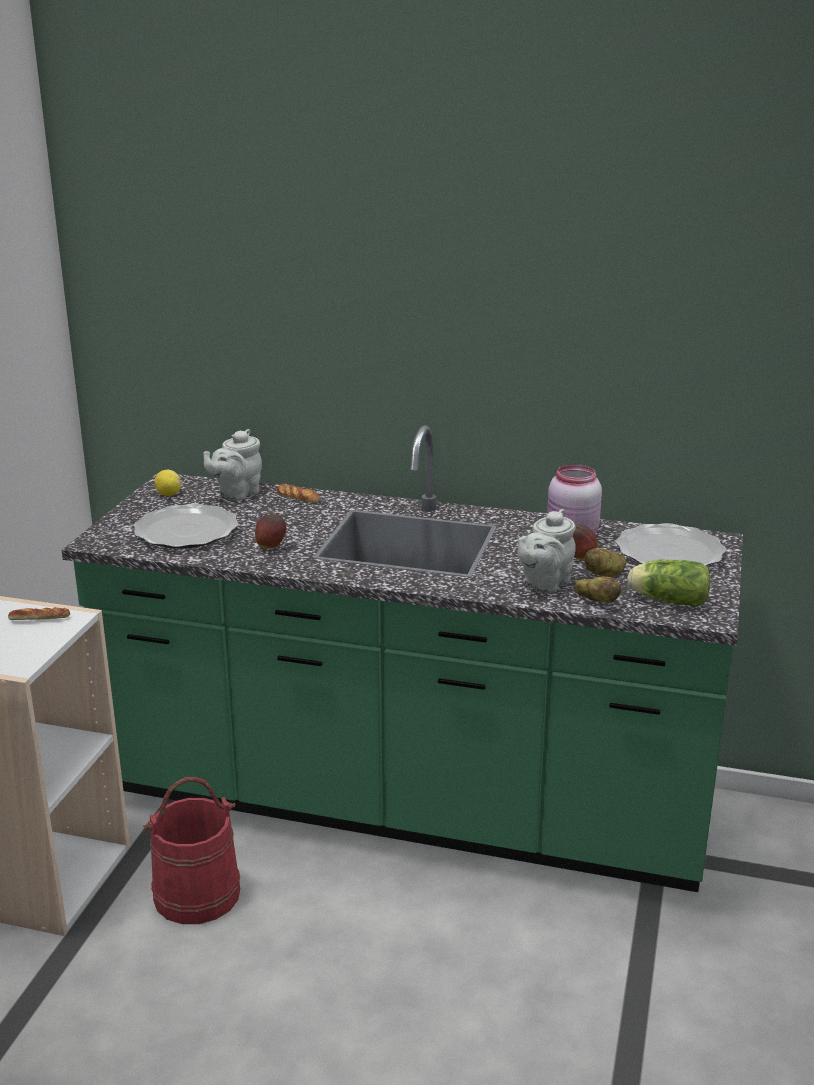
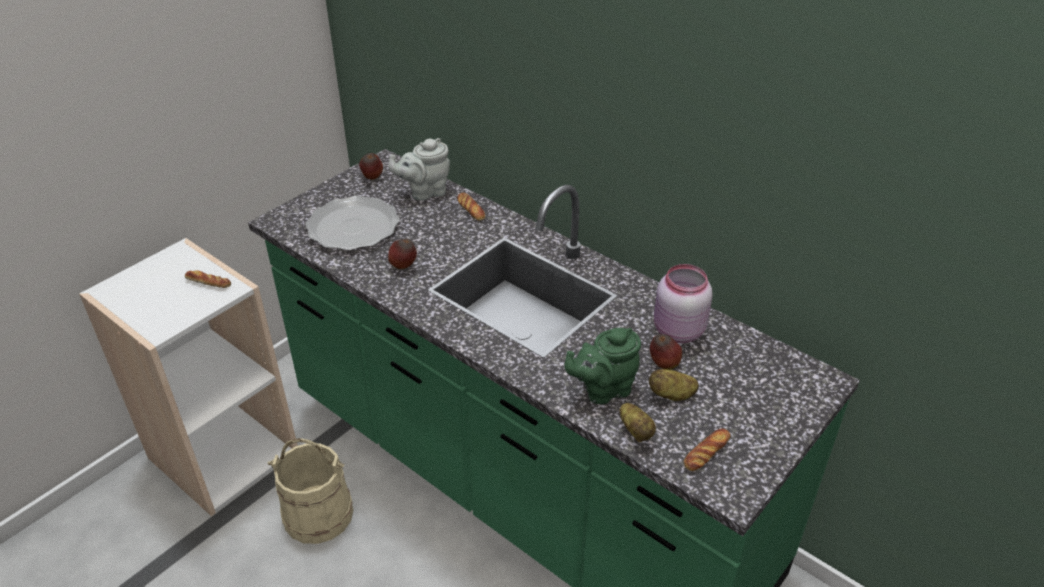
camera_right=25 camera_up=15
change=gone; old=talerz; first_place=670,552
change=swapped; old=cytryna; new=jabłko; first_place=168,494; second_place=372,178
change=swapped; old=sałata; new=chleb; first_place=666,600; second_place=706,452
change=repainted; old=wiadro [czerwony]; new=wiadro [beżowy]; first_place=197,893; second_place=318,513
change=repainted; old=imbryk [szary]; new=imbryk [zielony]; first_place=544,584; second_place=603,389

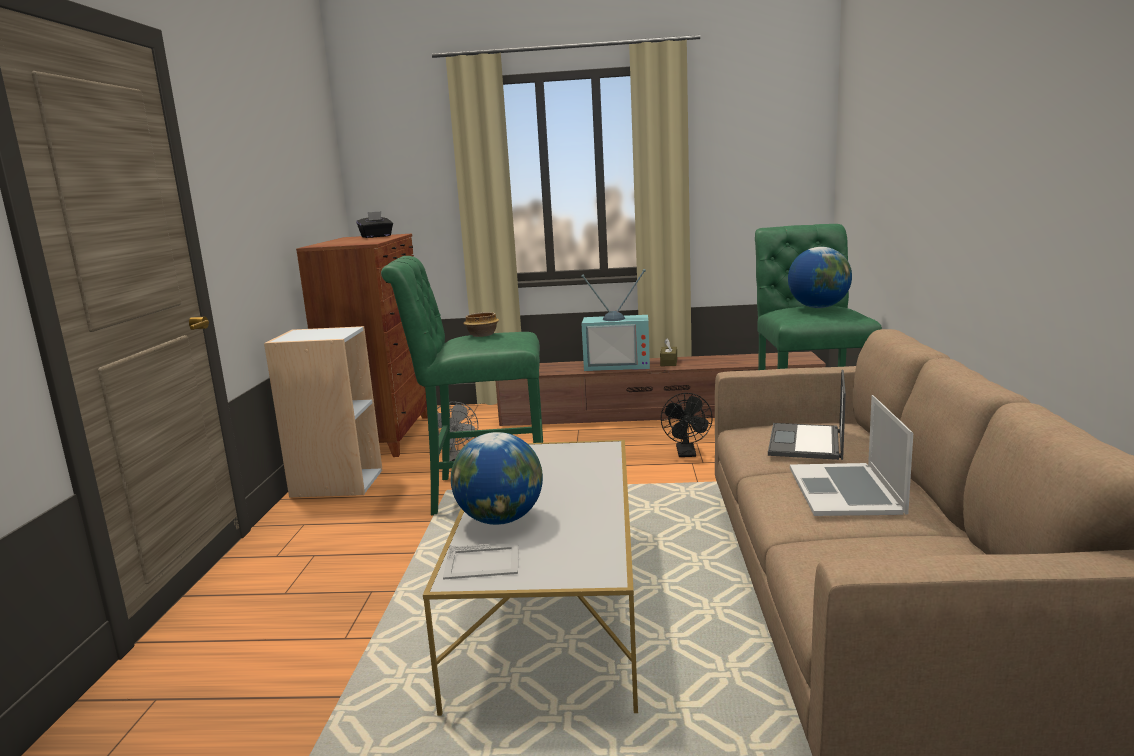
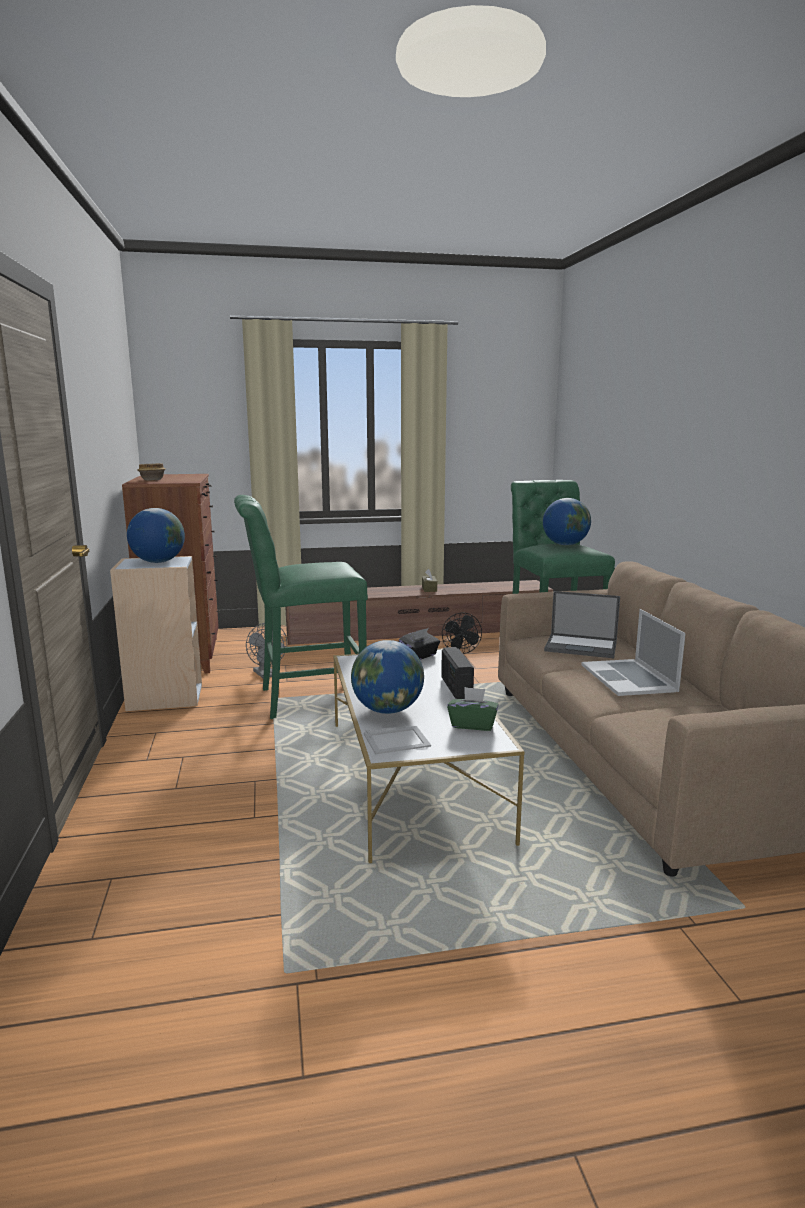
camera_right=-15 camera_up=0
change=gone; old=telewizor; first_place=618,365
change=new; new=globus; second_place=158,562
change=new; new=radio; second_place=456,688
change=new; new=pudełko chusteczek [zielony]; second_place=472,724
change=shifted; old=pudełko chusteczek [czarny]; first_place=376,236; second_place=419,656
change=shifted; old=miska; first_place=482,335; second_place=152,480
change=rotated; old=laptop; first_place=806,442; second_place=582,646; degrees=-75

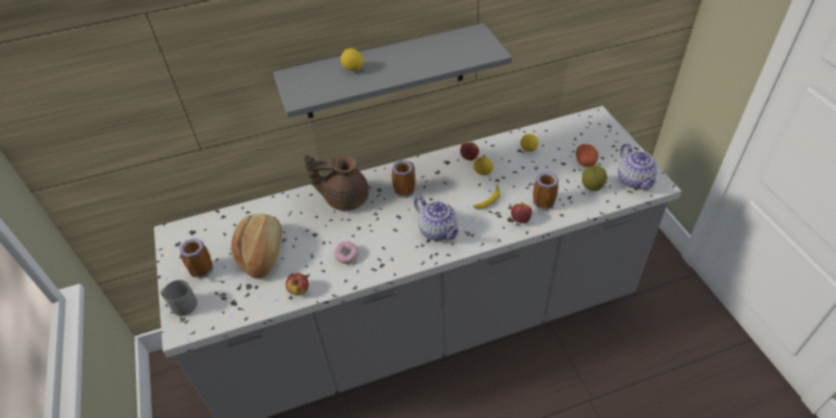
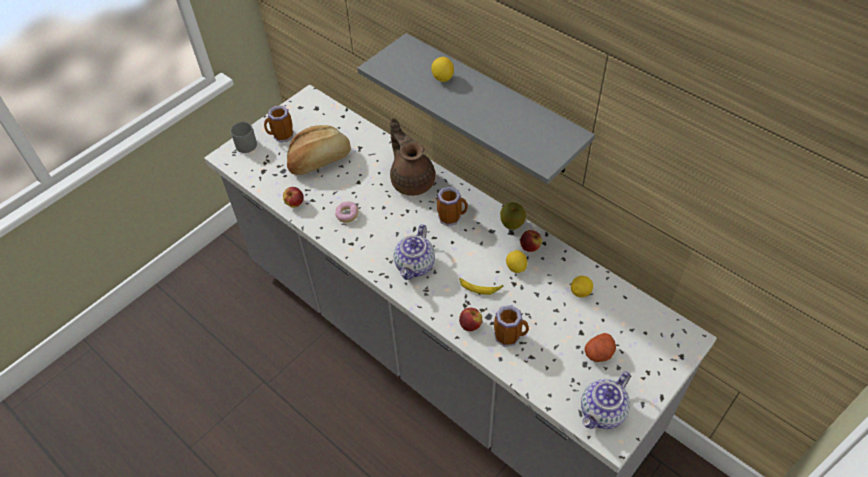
camera_right=60 camera_up=5
change=shifted; old=jabłko; first_place=592,186; second_place=512,224

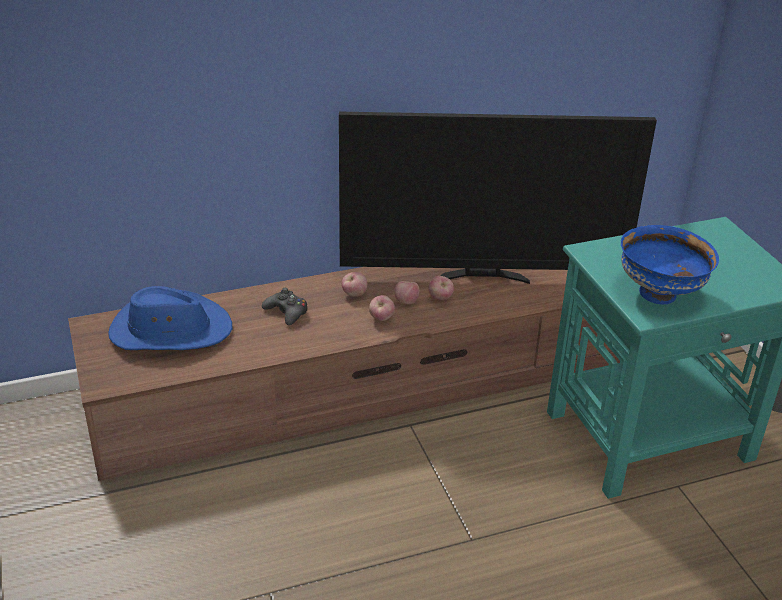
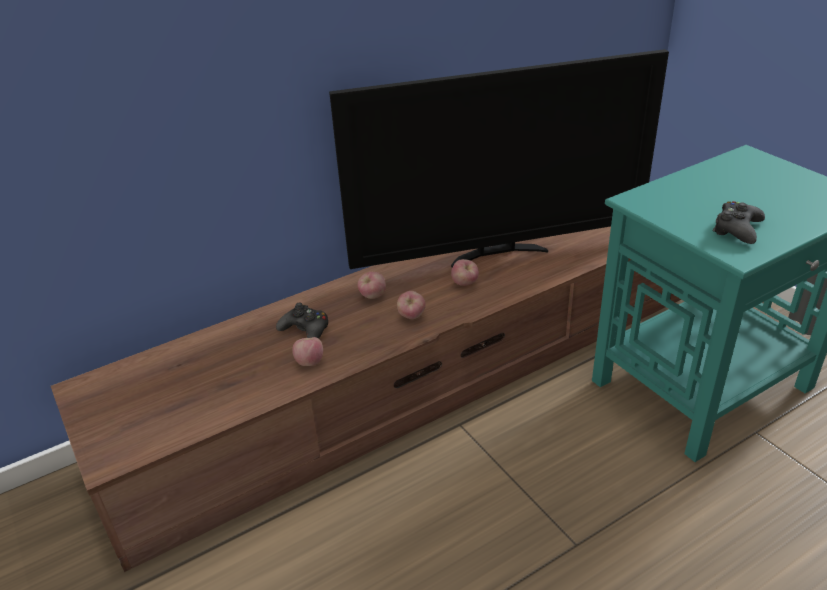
camera_right=-10 camera_up=0
change=gone; old=kapelusz [niebieski]; first_place=170,330
change=shifted; old=jabłko; first_place=406,302; second_place=309,362
change=swapped; old=miska [niebieski]; new=pad do gier [czarny]; first_place=659,293; second_place=737,229

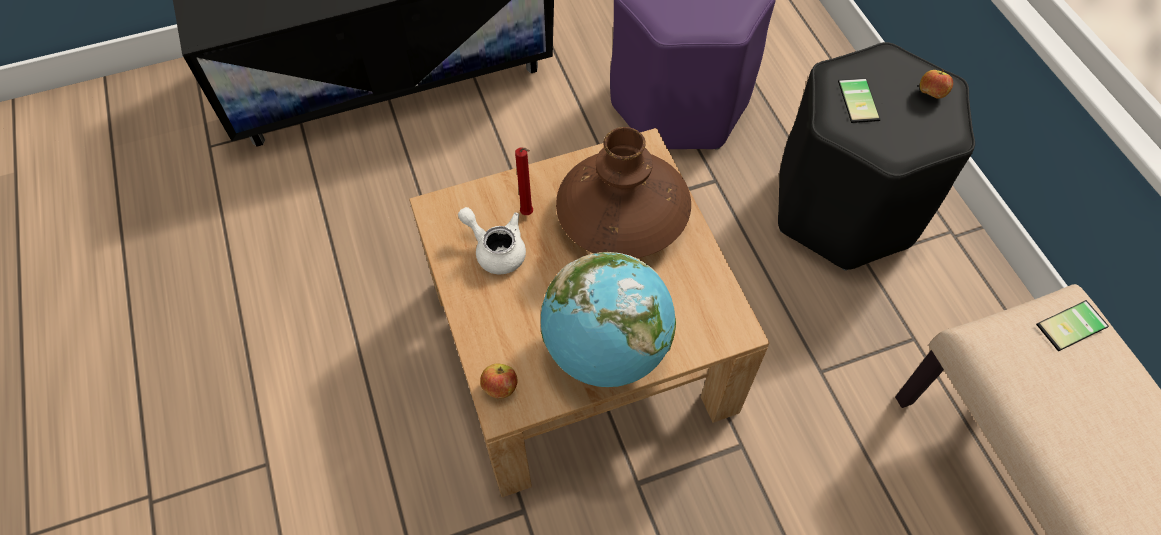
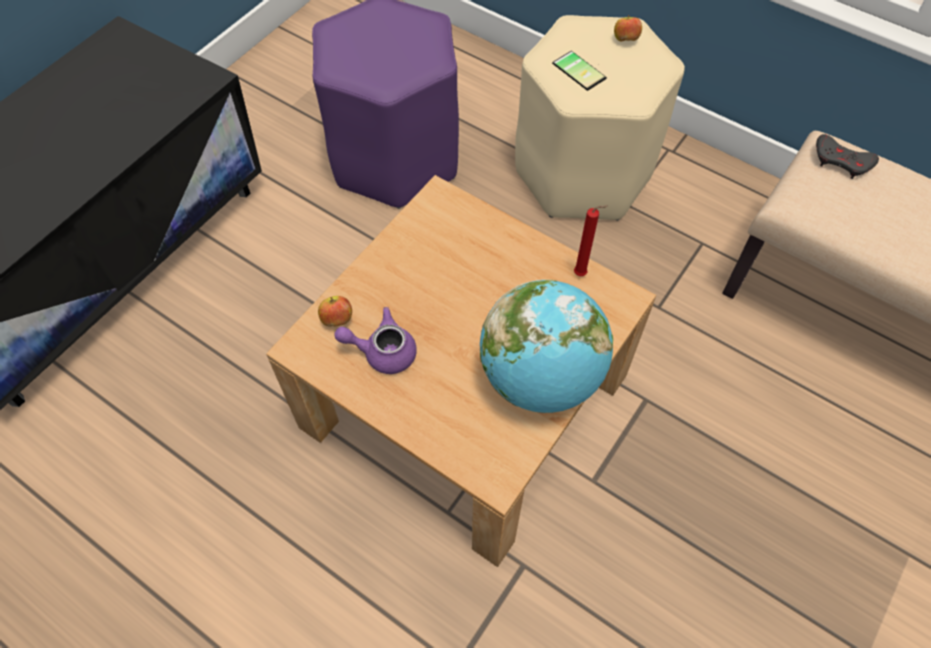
camera_right=-35 camera_up=0
change=gone; old=wazon [brązowy]; first_place=622,216
change=shifted; old=jabłko; first_place=500,387; second_place=337,319
change=shifted; old=świeca [czerwony]; first_place=528,214; second_place=582,274
change=swapped; old=telefon; new=pad do gier [szary]; first_place=1074,328; second_place=841,161
change=repainted; old=imbryk [biały]; new=imbryk [fioletowy]; first_place=496,249; second_place=382,351
change=repainted; old=stołek [czarny]; new=stołek [beżowy]; first_place=844,208; second_place=583,173

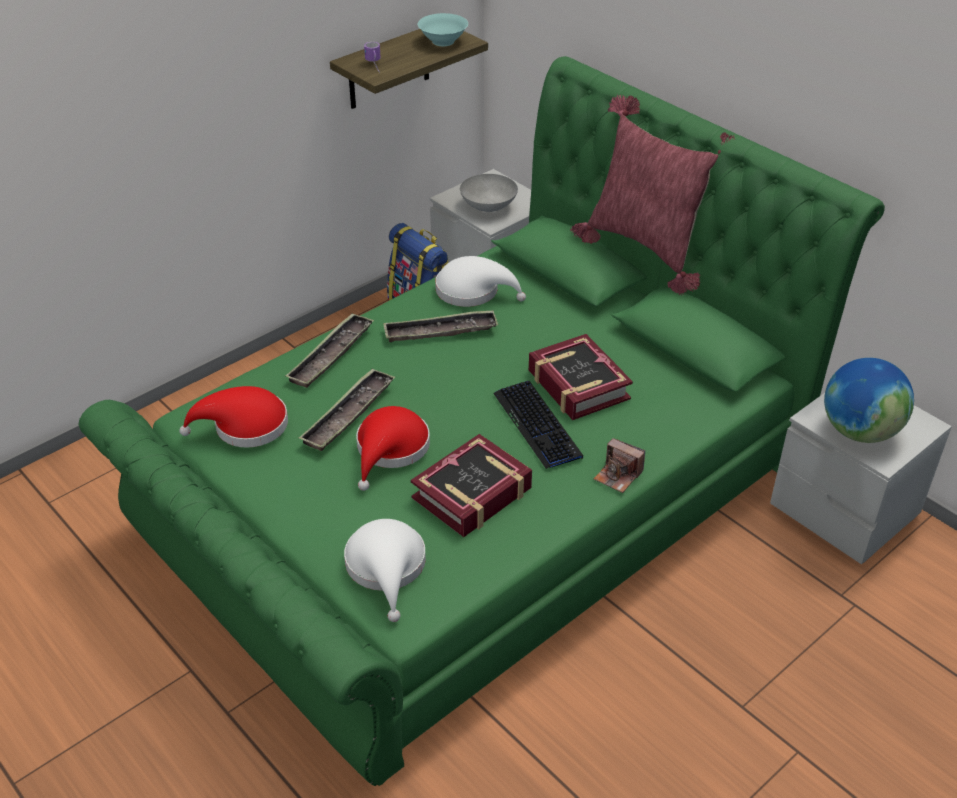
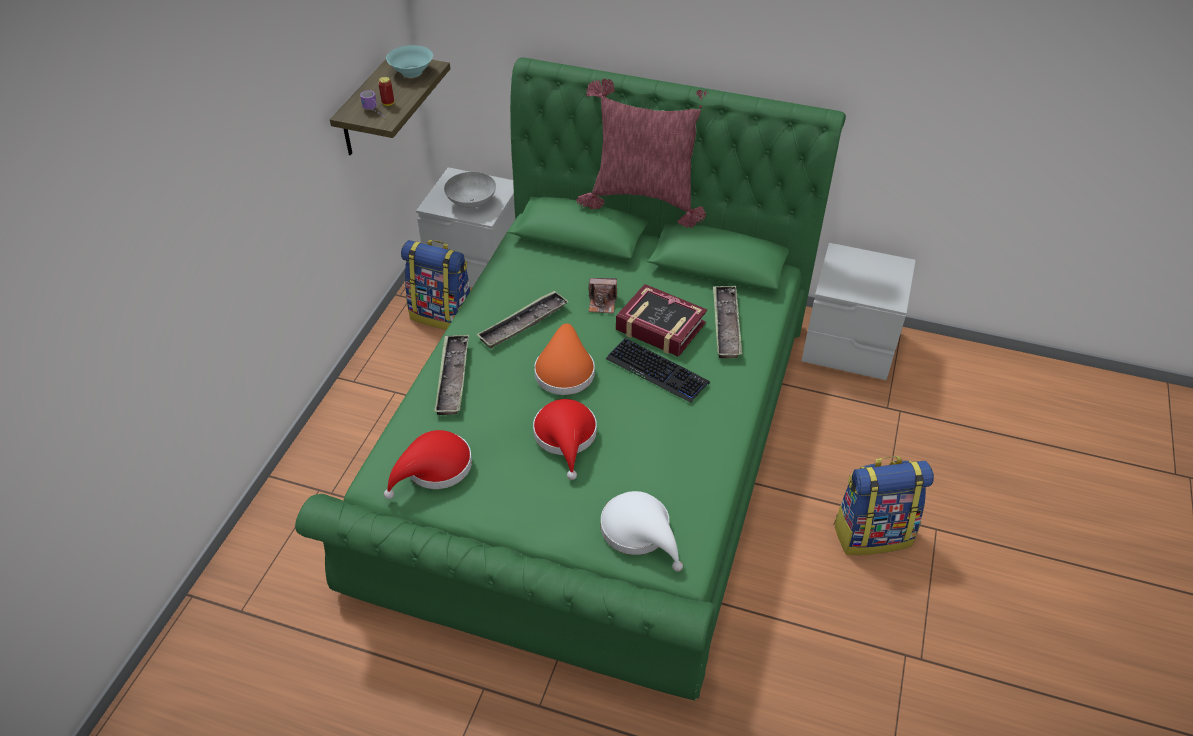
camera_right=-30 camera_up=5
change=gone; old=książka; first_place=472,494
change=gone; old=kapelusz [biały]; first_place=472,291
change=gone; old=globus; first_place=859,431
change=new; new=puszka; second_place=388,103
change=new; new=kapelusz [pomarańczowy]; second_place=564,370
change=new; new=plecak; second_place=872,533
change=shifted; old=taca; first_place=348,414; second_place=726,325
change=shifted; old=aparat fotograficzny; first_place=618,475; second_place=602,303

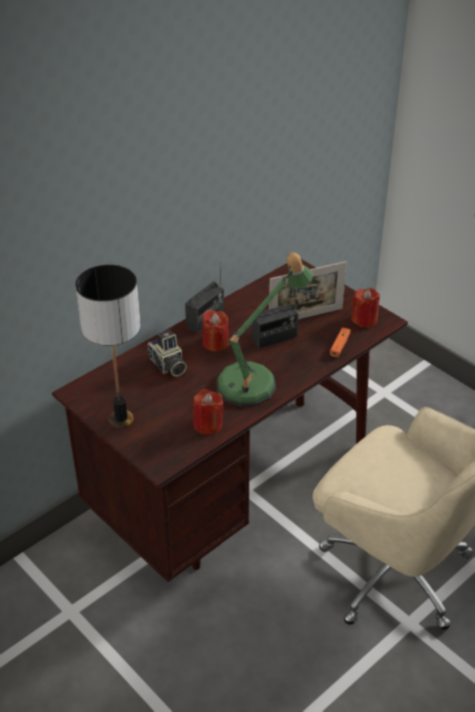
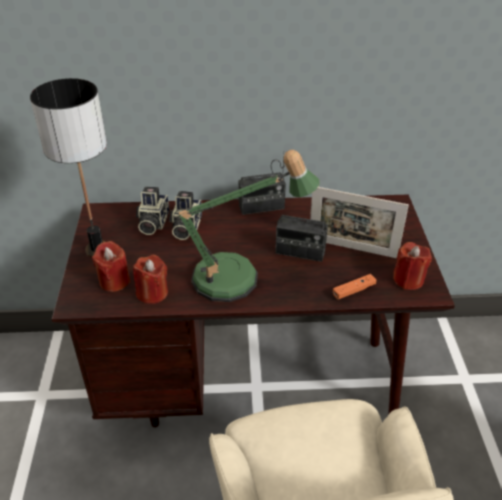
camera_right=40 camera_up=0
change=new; new=aparat fotograficzny; second_place=152,223
change=shifted; old=świeca [czerwony]; first_place=215,343; second_place=114,281

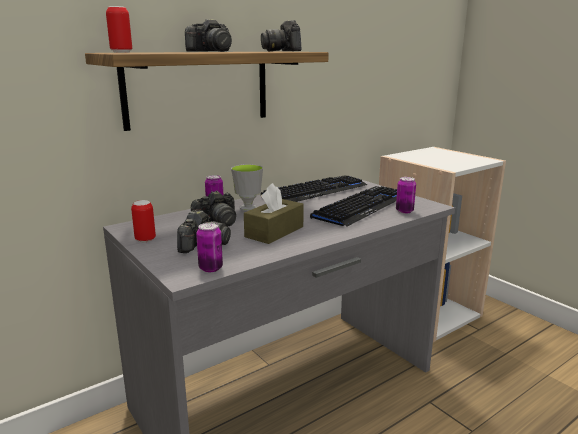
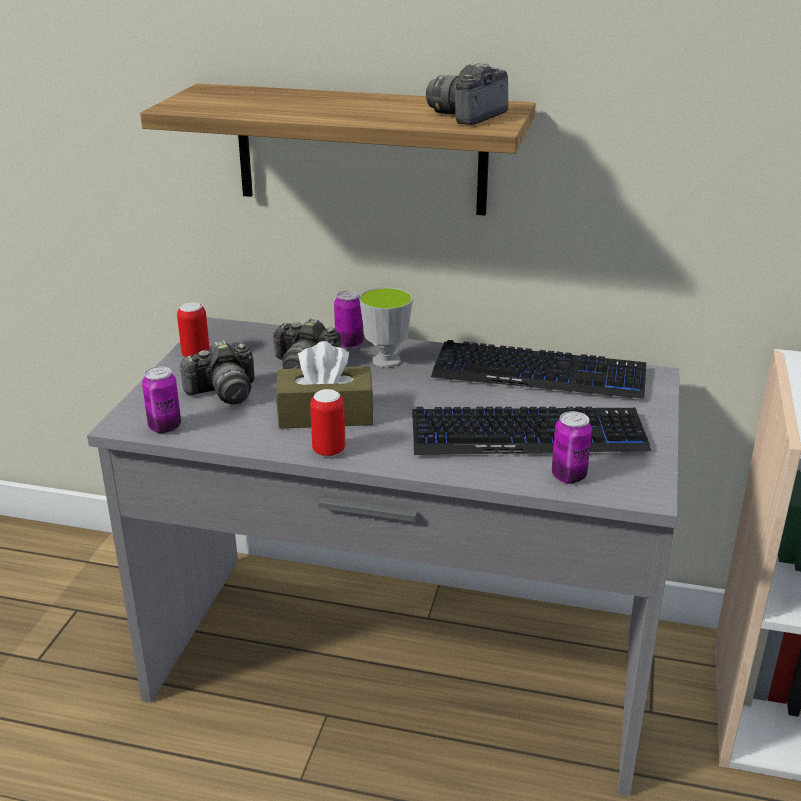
camera_right=50 camera_up=10
change=gone; old=aparat fotograficzny; first_place=212,51
change=shifted; old=puszka; first_place=121,52; second_place=329,451

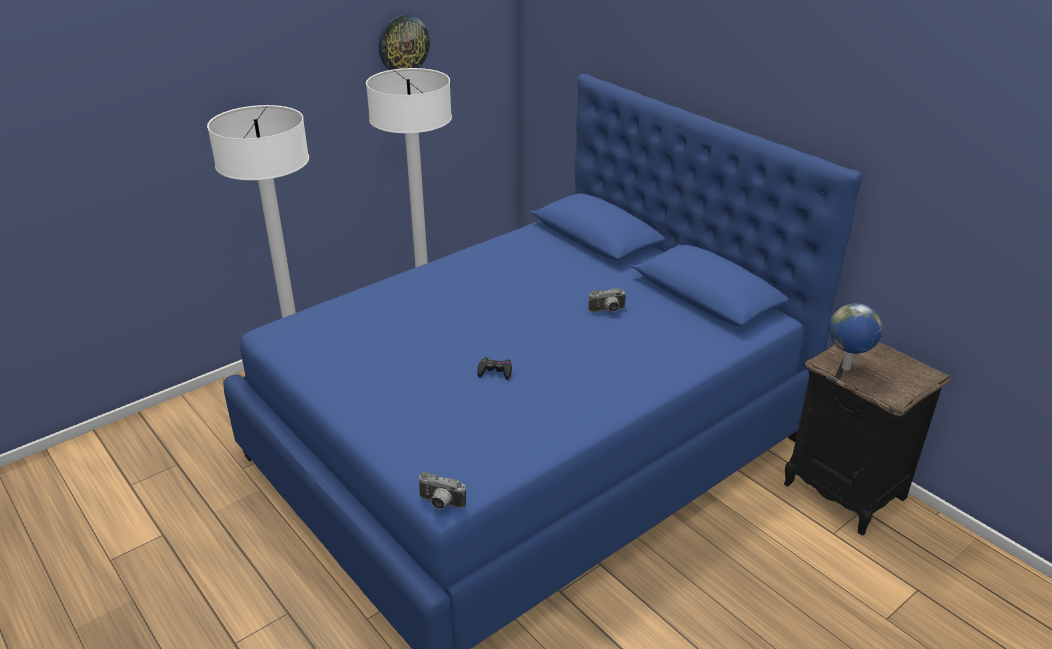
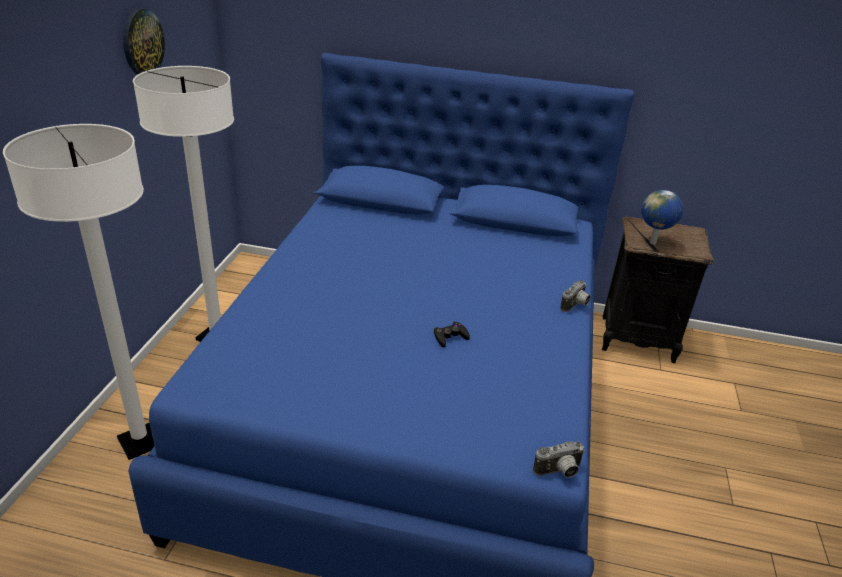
camera_right=-40 camera_up=0
change=shifted; old=aparat fotograficzny; first_place=607,311; second_place=575,306

